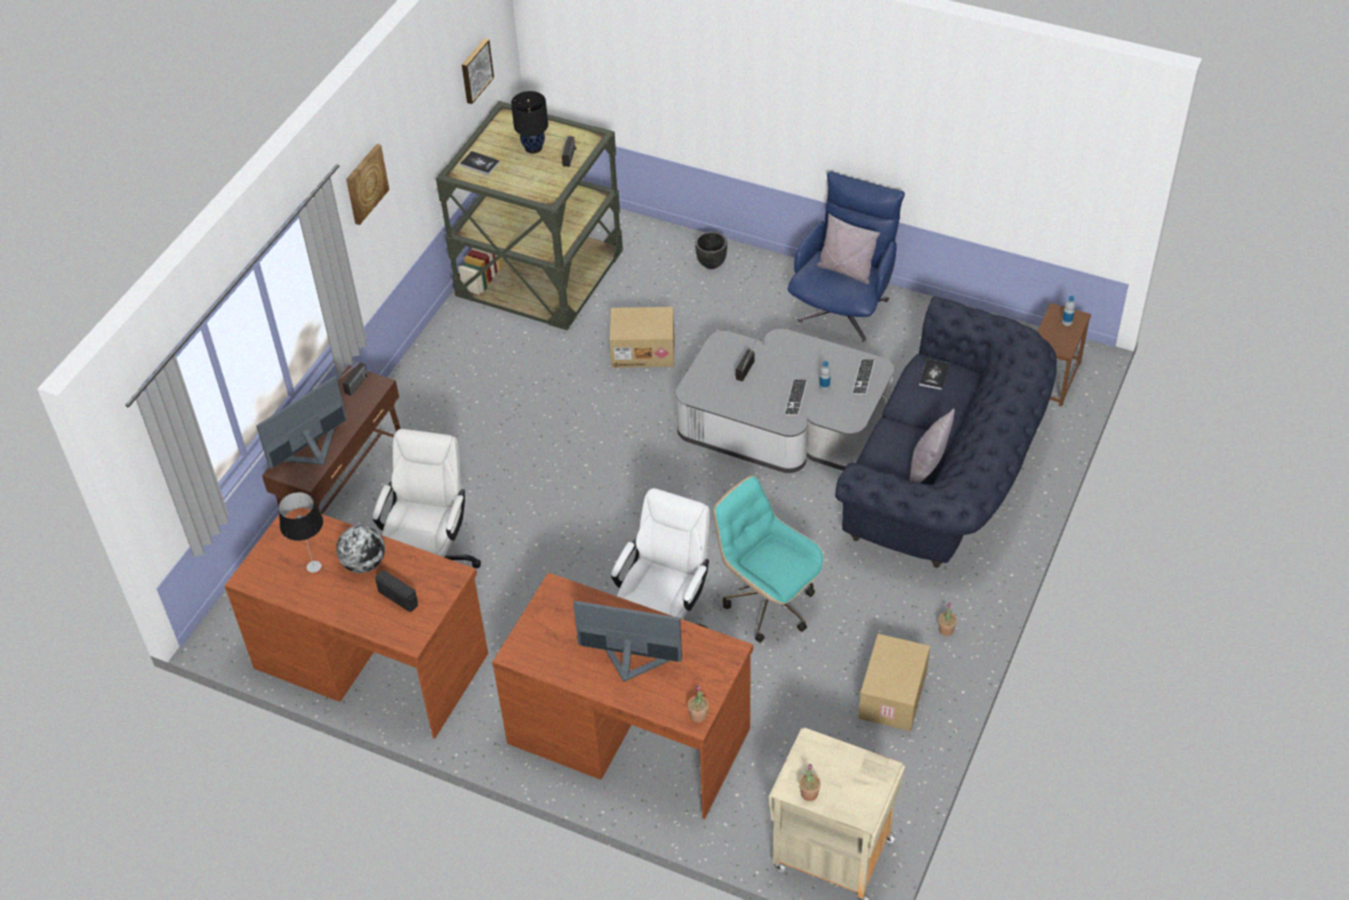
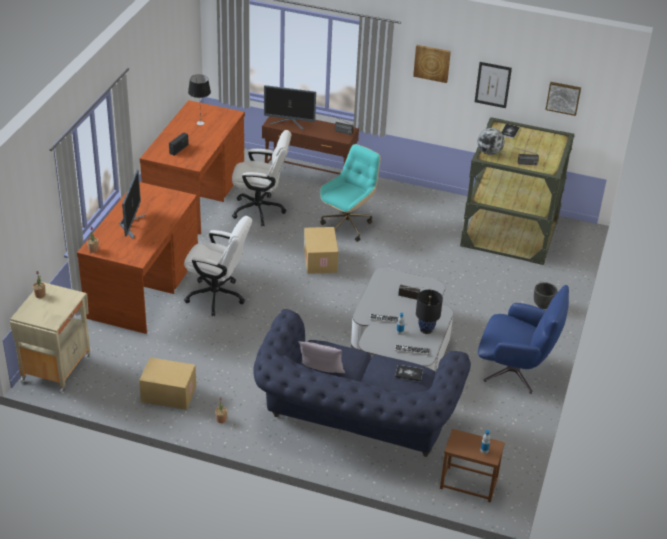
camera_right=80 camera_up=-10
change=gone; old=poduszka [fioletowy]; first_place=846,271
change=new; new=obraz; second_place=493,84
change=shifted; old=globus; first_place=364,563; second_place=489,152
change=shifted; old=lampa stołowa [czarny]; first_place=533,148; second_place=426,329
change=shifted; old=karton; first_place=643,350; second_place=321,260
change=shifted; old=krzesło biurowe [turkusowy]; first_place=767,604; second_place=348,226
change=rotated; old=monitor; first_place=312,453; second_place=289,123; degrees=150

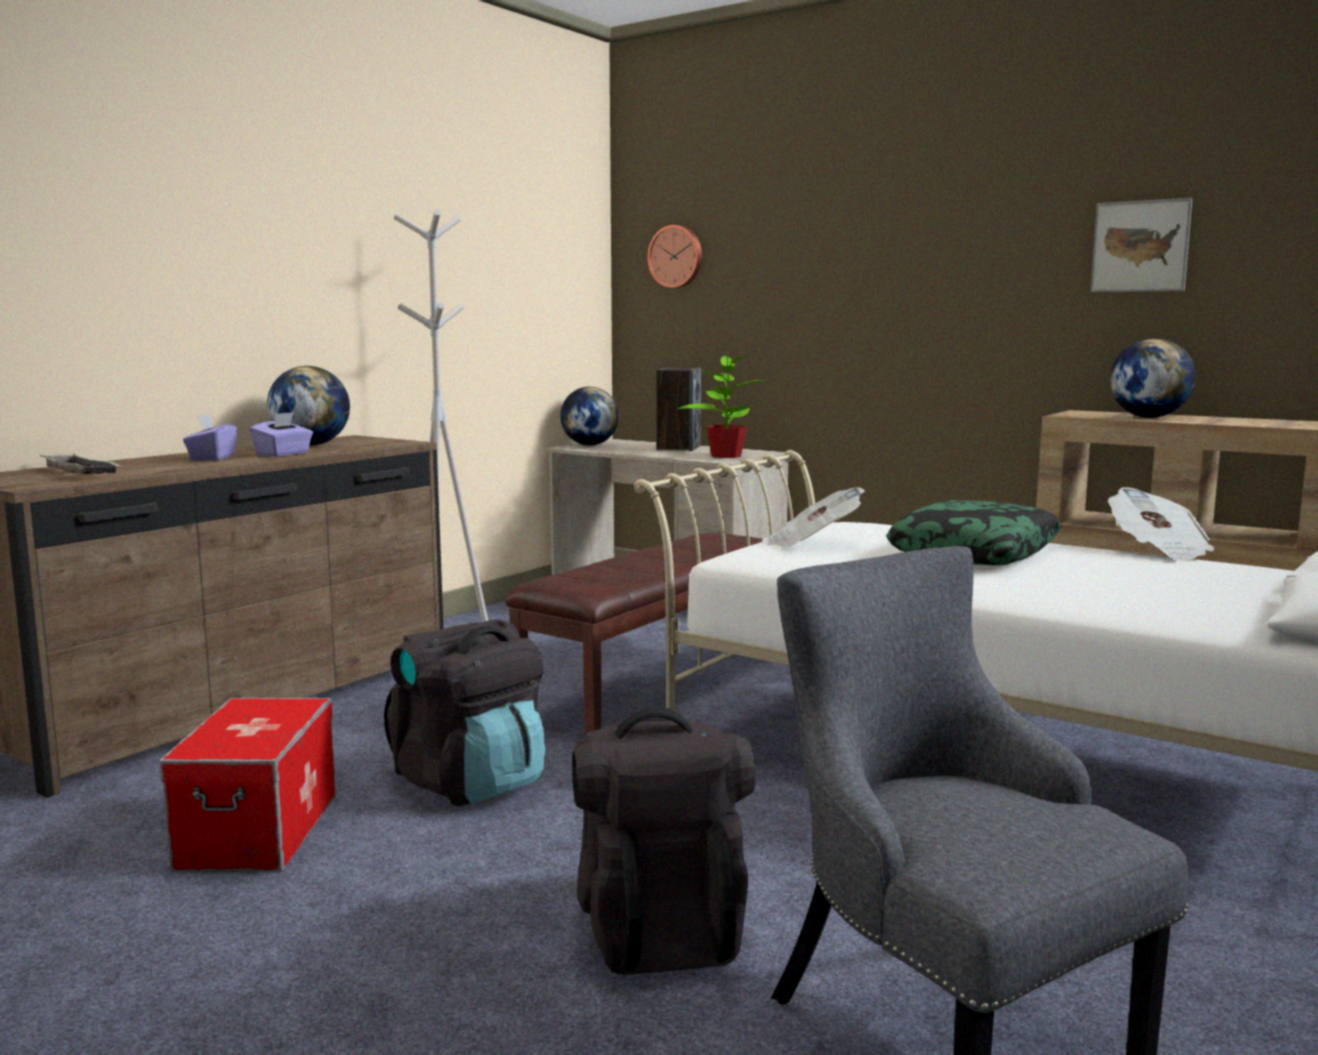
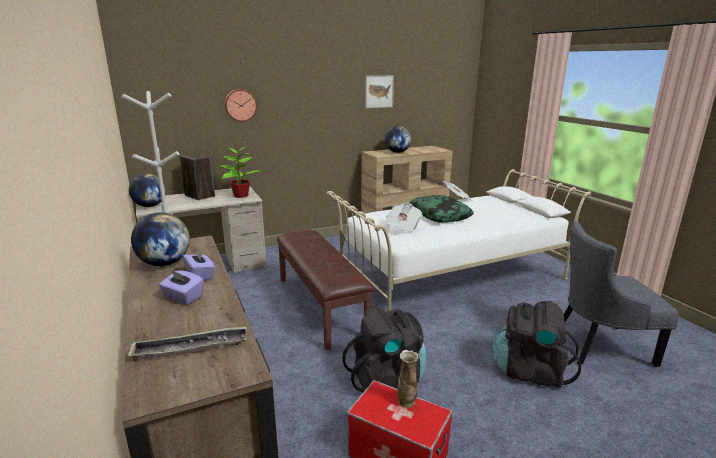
camera_right=-60 camera_up=10
change=new; new=wazon; second_place=406,402
change=shifted; old=zegar ścienny; first_place=676,256; second_place=240,105

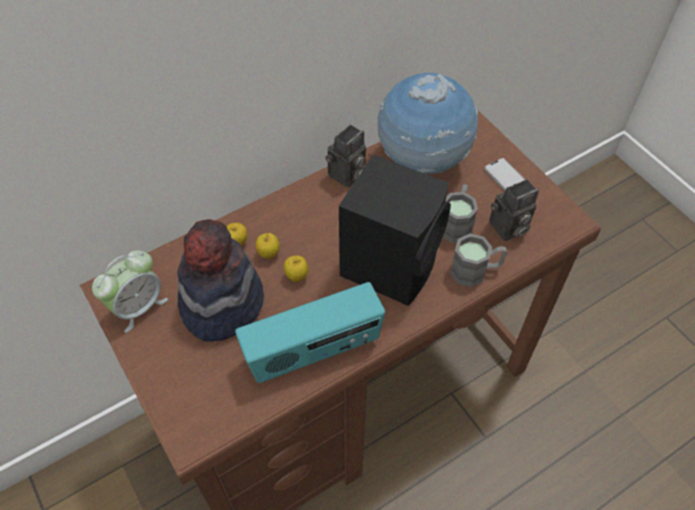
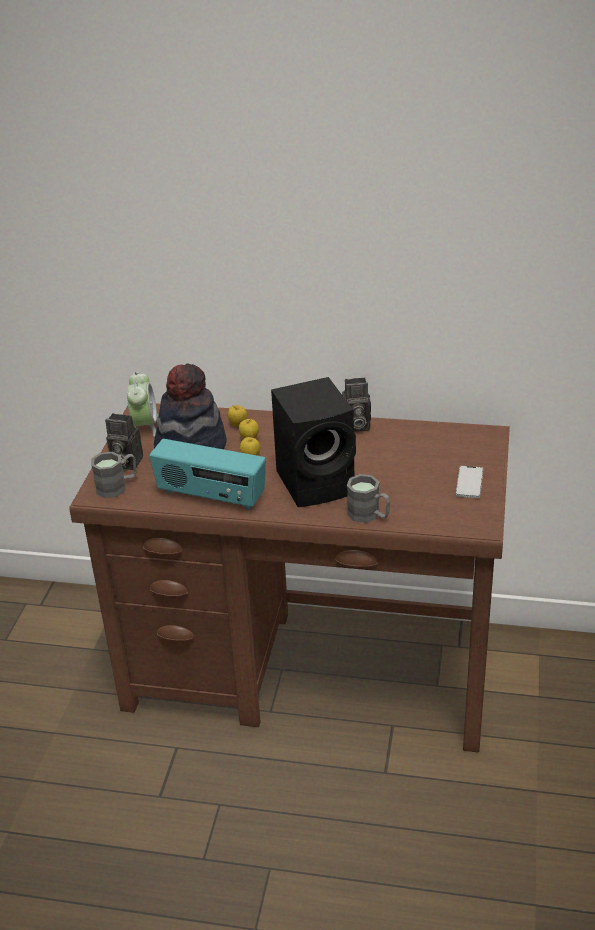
camera_right=45 camera_up=-20
change=gone; old=globus; first_place=422,161
change=shifted; old=kubek [szary]; first_place=456,223; second_place=117,486
change=shifted; old=aparat fotograficzny; first_place=508,229; second_place=125,462
change=rotated; old=budzik; first_place=138,307; second_place=145,426; degrees=-90

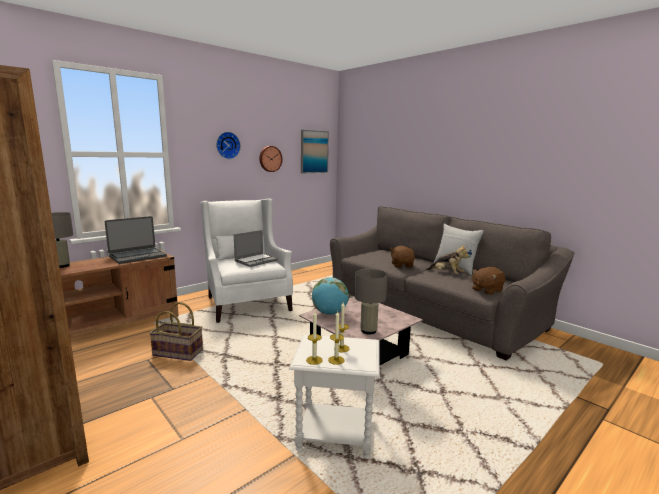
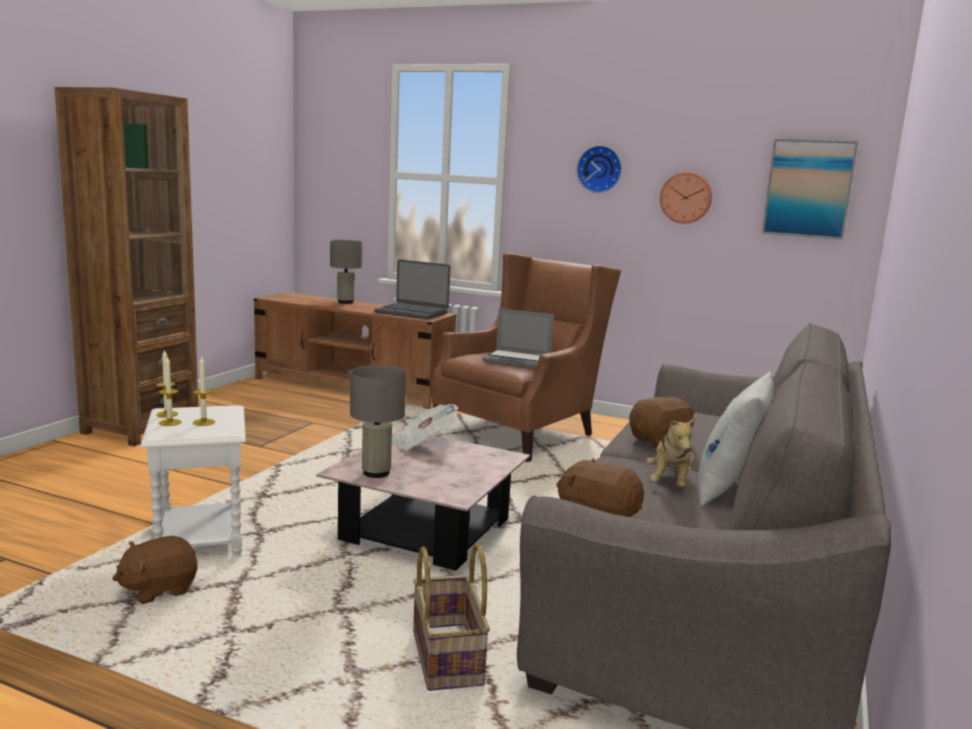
camera_right=65 camera_up=0
change=new; new=pluszak [brązowy]; second_place=159,589
change=shifted; old=koszyk; first_place=178,352; second_place=449,658
change=swapped; old=globus; new=gazeta; first_place=329,313; second_place=421,444
change=repainted; old=fotel [biały]; new=fotel [brązowy]; first_place=245,302; second_place=521,431

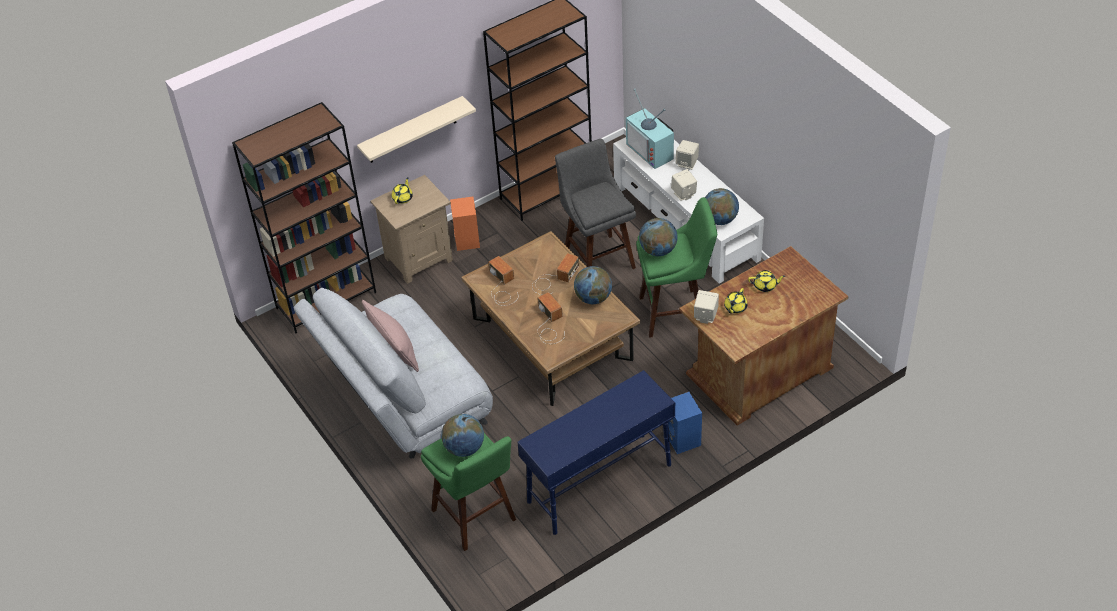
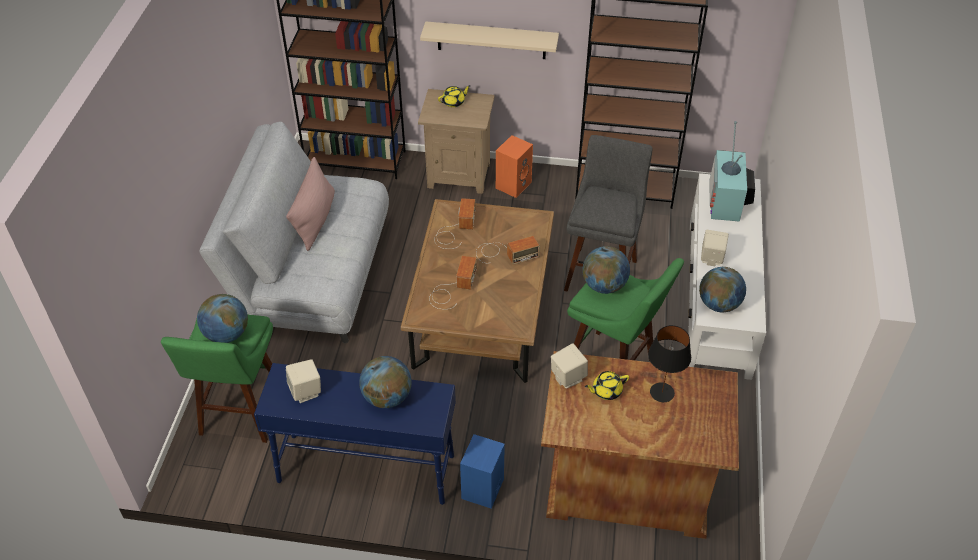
camera_right=40 camera_up=0
change=shifted; old=globus; first_place=593,298; second_place=387,397
change=shifted; old=głośnik [beżowy]; first_place=687,163; second_place=306,391
change=swapped; old=imbryk [żółty]; new=lampa stołowa [czarny]; first_place=765,286; second_place=662,392

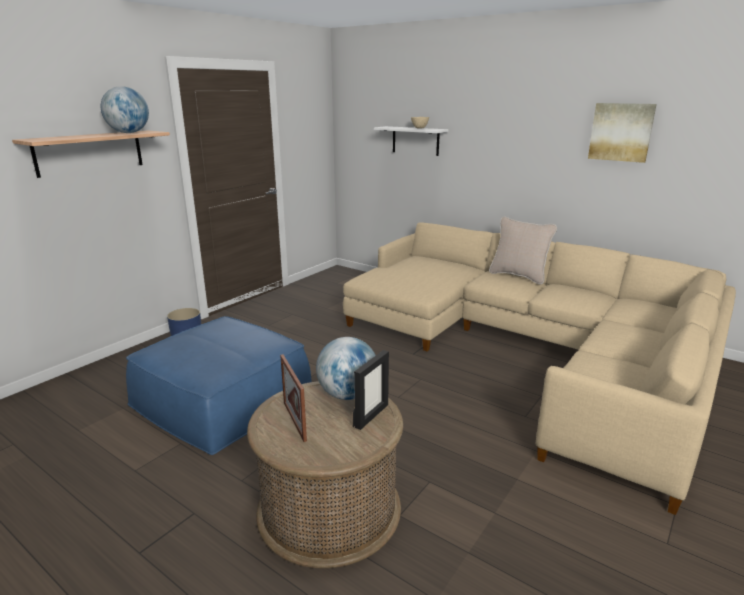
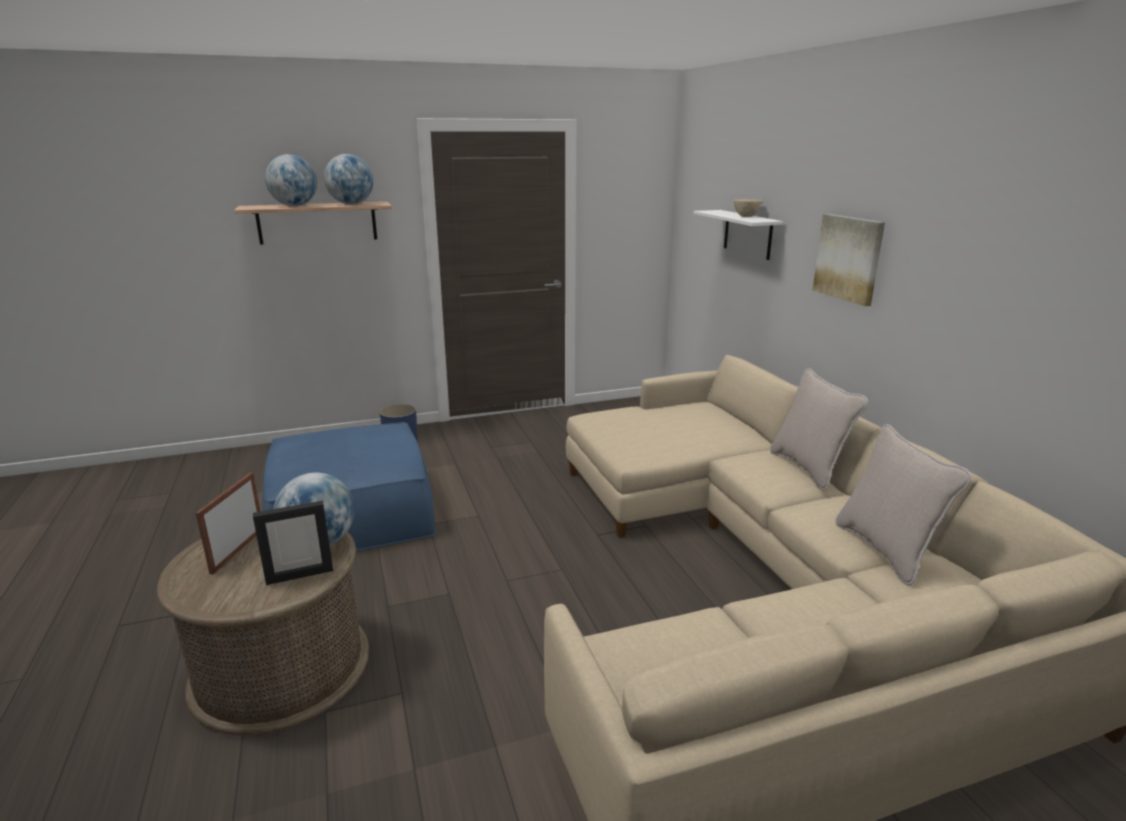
camera_right=35 camera_up=0
change=new; new=globus; second_place=295,206
change=new; new=poduszka [beżowy]; second_place=886,550
change=shifted; old=obraz; first_place=621,132; second_place=849,258

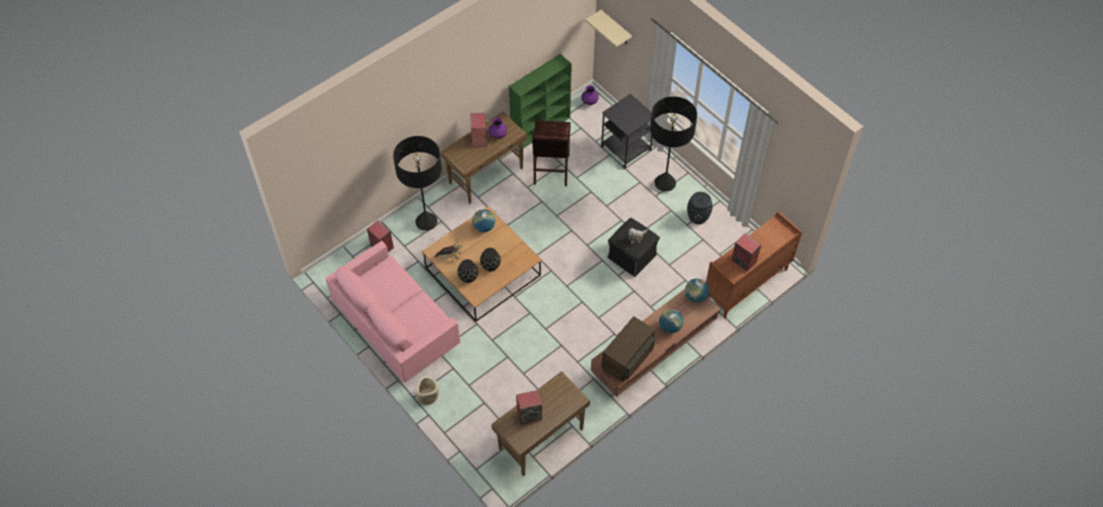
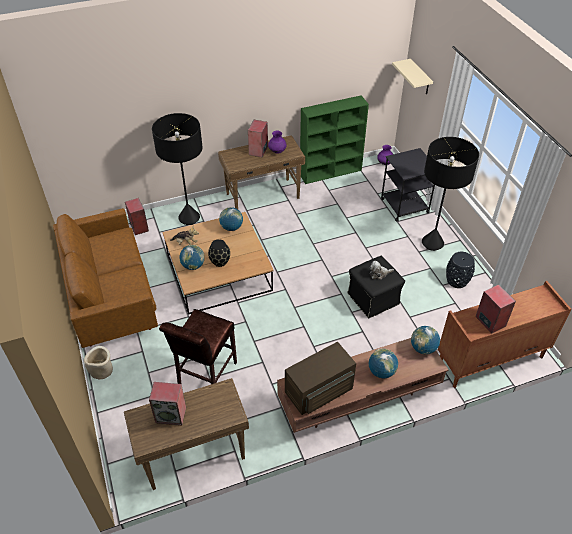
camera_right=20 camera_up=-10
change=shifted; old=stołek [brązowy]; first_place=550,172; second_place=205,376
change=swapped; old=wazon [czarny]; new=globus; first_place=468,277; second_place=193,266
change=repainted; old=kanapa [różowy]; new=kanapa [brązowy]; first_place=397,326; second_place=112,297

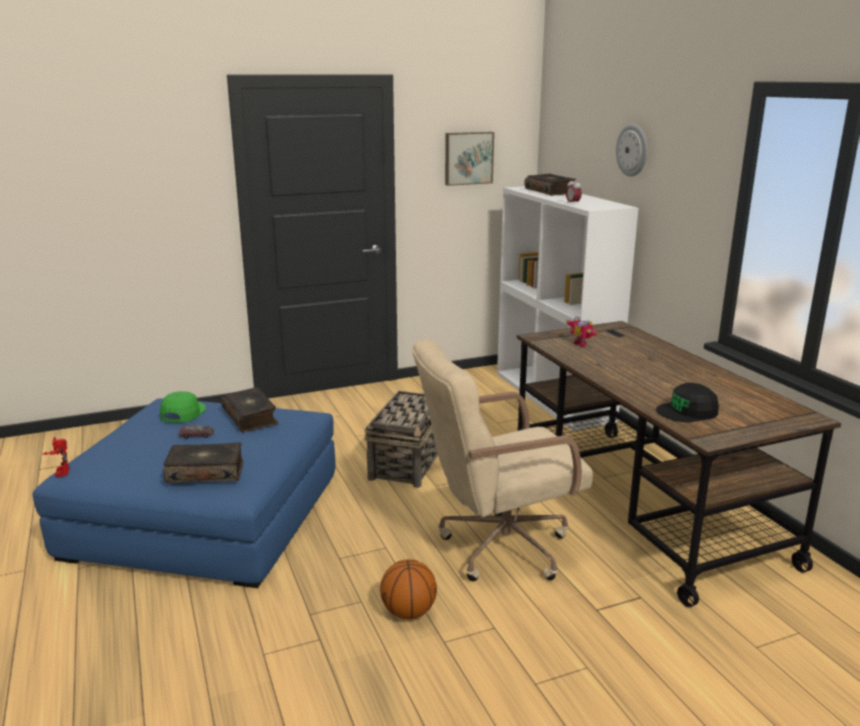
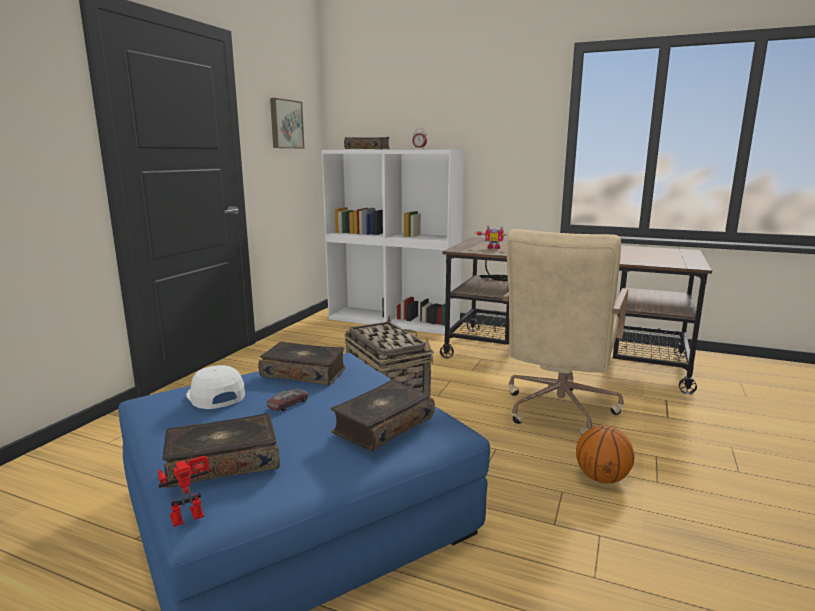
camera_right=-45 camera_up=-5
change=gone; old=zegar ścienny; first_place=632,150
change=gone; old=czapka z daszkiem [czarny]; first_place=687,411
change=new; new=książka; second_place=223,462
change=repainted; old=czapka z daszkiem [zielony]; new=czapka z daszkiem [biały]; first_place=183,413; second_place=215,395
change=rotated; old=robot zabawkowy; first_place=59,472; second_place=188,513; degrees=120

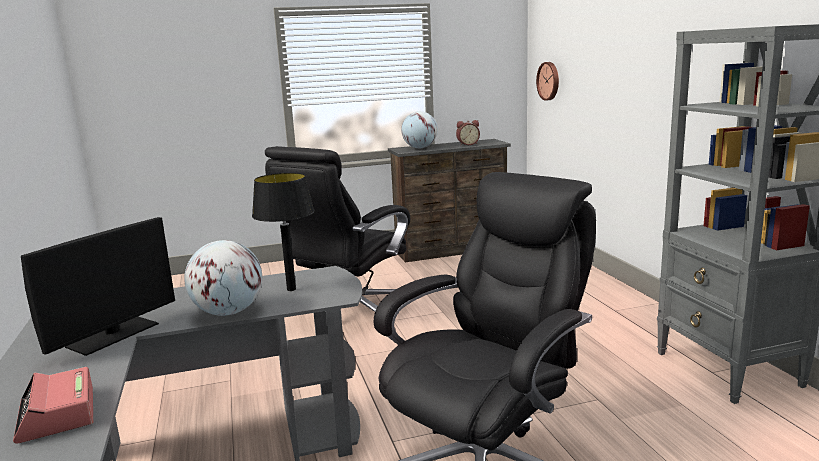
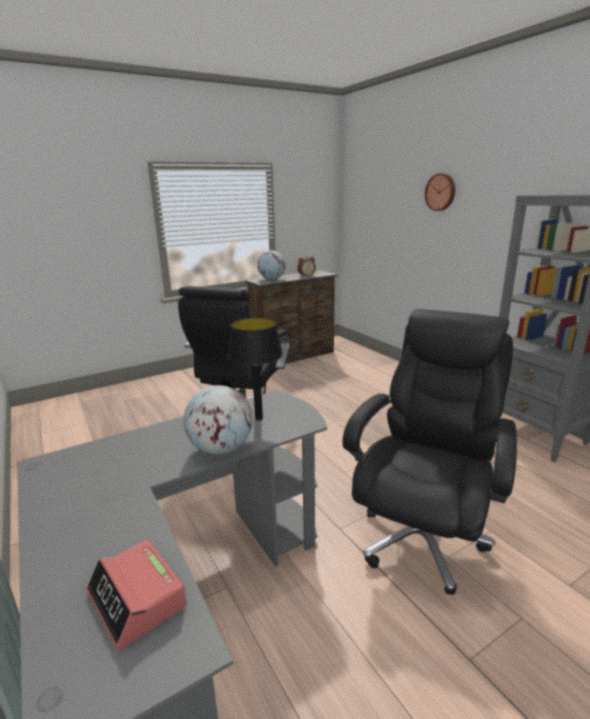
camera_right=-15 camera_up=5
change=gone; old=monitor; first_place=113,335
change=shifted; old=zegar ścienny; first_place=549,81; second_place=441,192

